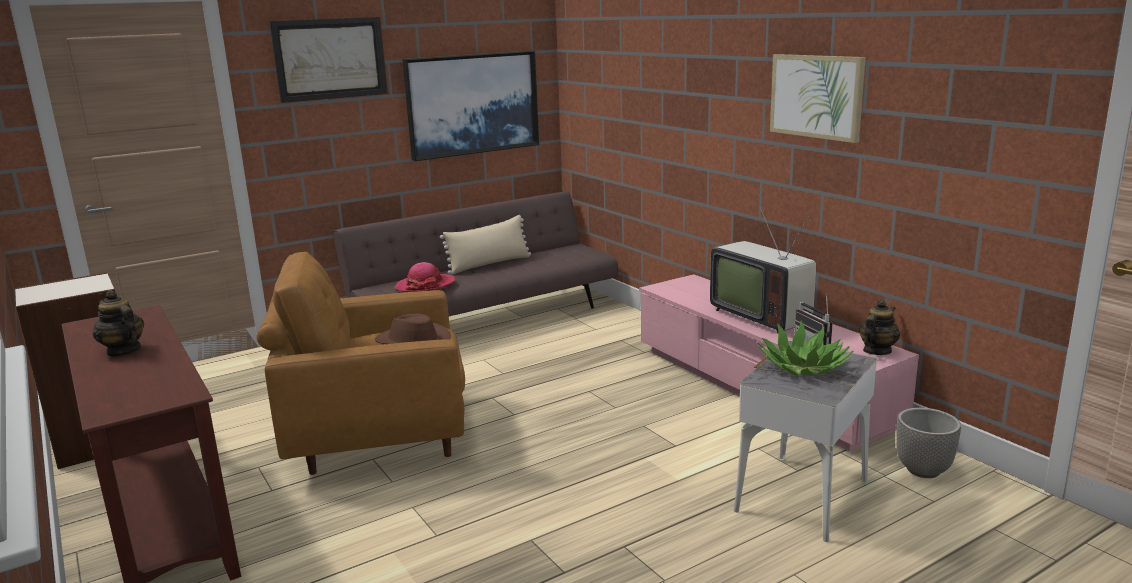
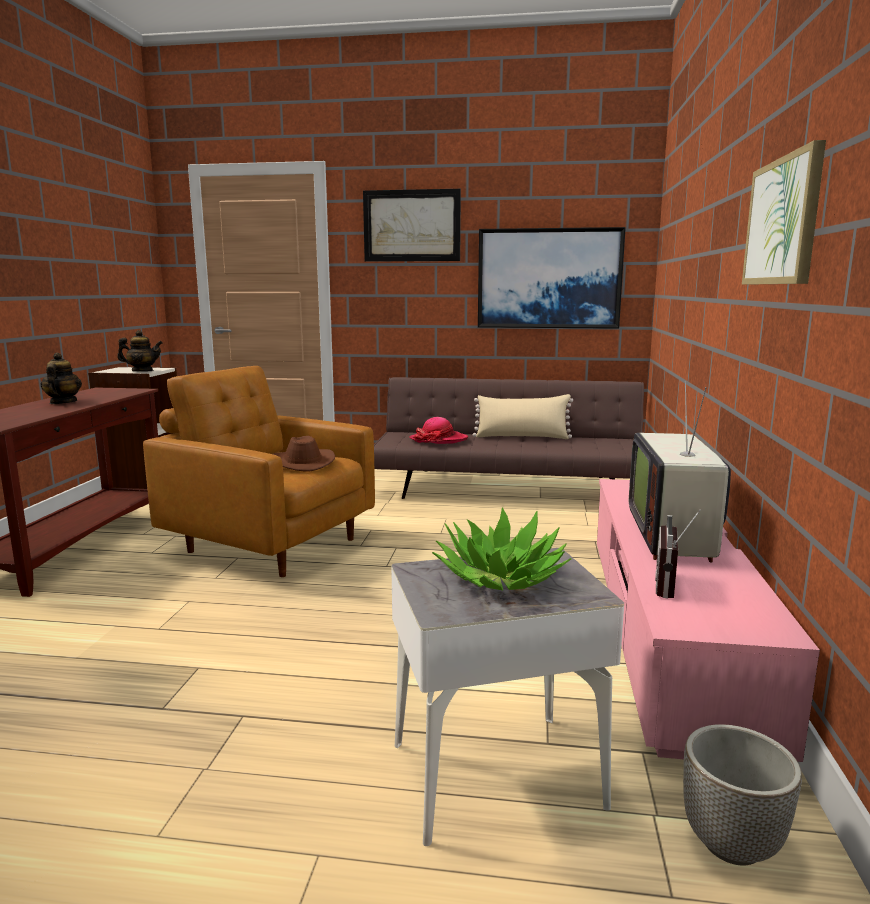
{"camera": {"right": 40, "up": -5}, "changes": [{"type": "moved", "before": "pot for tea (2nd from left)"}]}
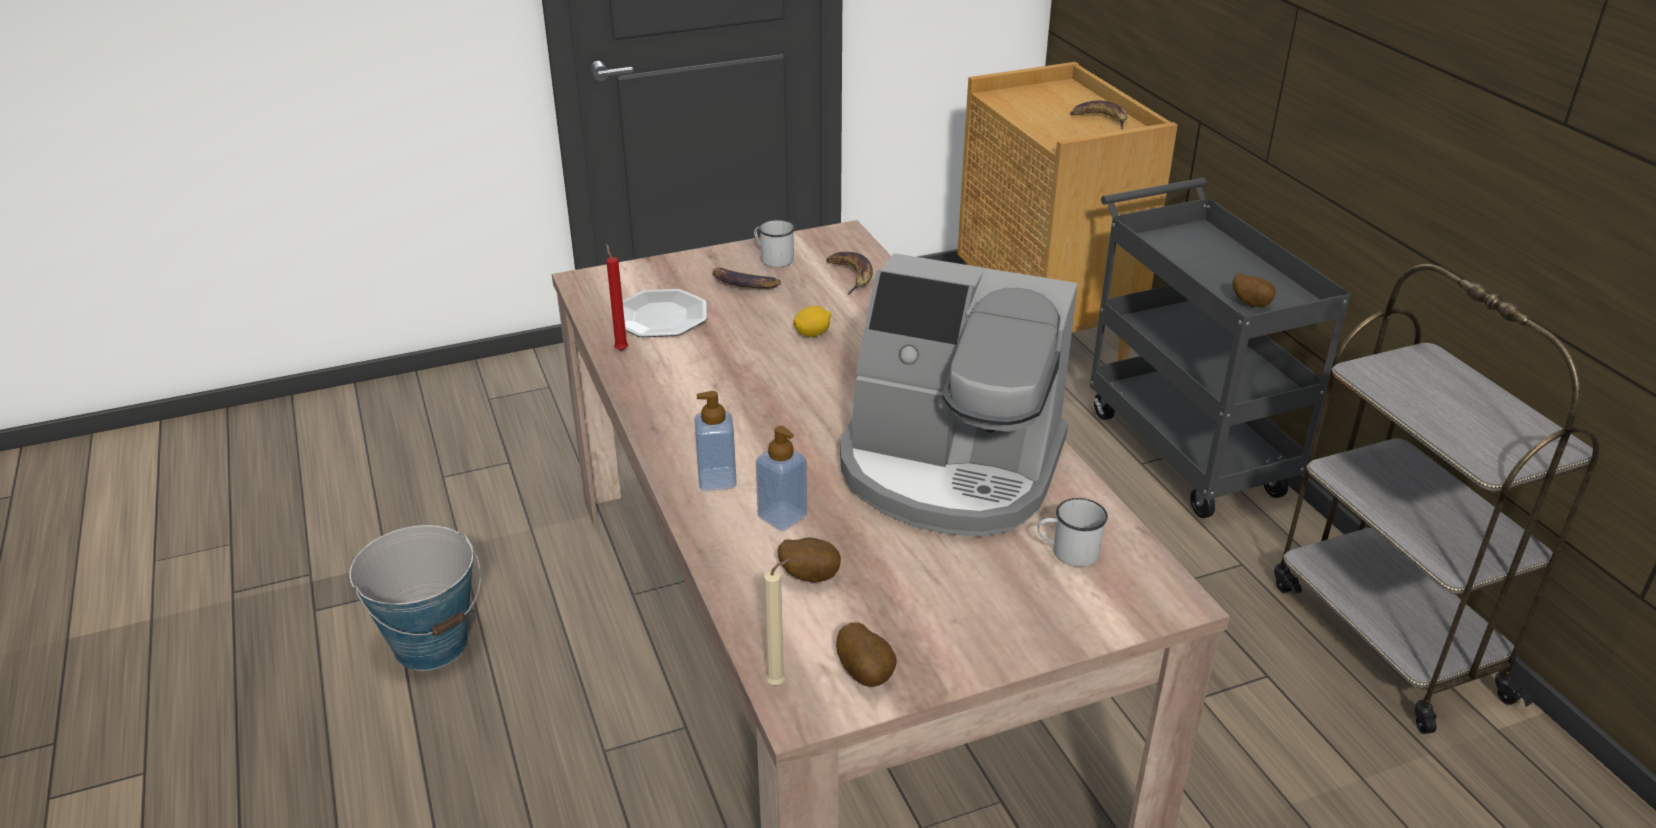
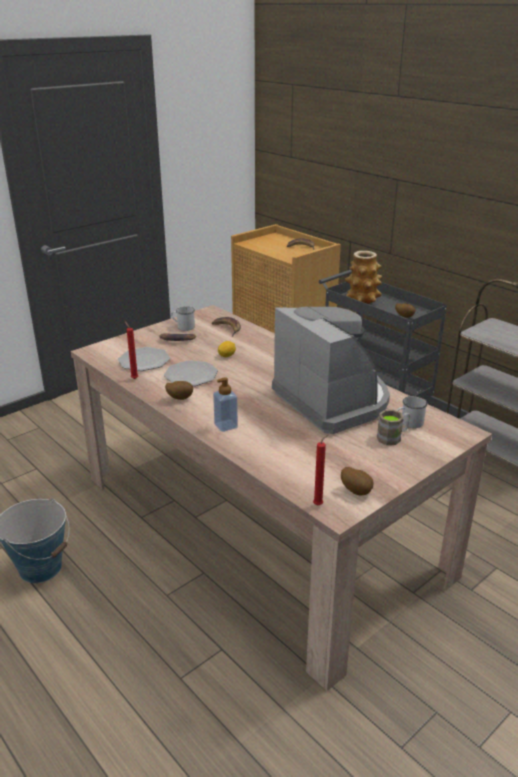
{"camera": {"right": -20, "up": -5}, "changes": [{"type": "turned", "before": "coffee maker", "turn": -120}, {"type": "removed", "before": "liquid soap bottle (2nd from left)"}, {"type": "moved", "before": "spud (1st from left)"}, {"type": "recoloured", "before": "wax candle/beige", "after": "wax candle/reddish (2nd from left)"}, {"type": "added", "after": "vase"}, {"type": "added", "after": "dinner plate (2nd from left)"}, {"type": "added", "after": "mug/brown"}]}
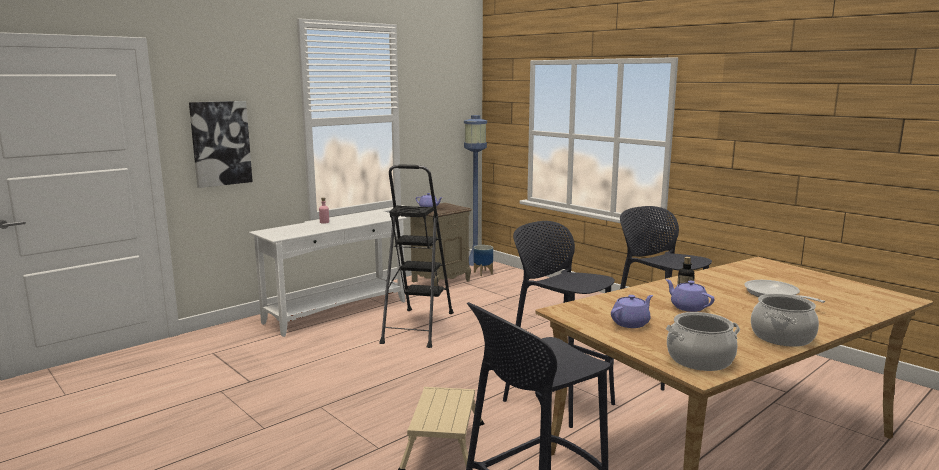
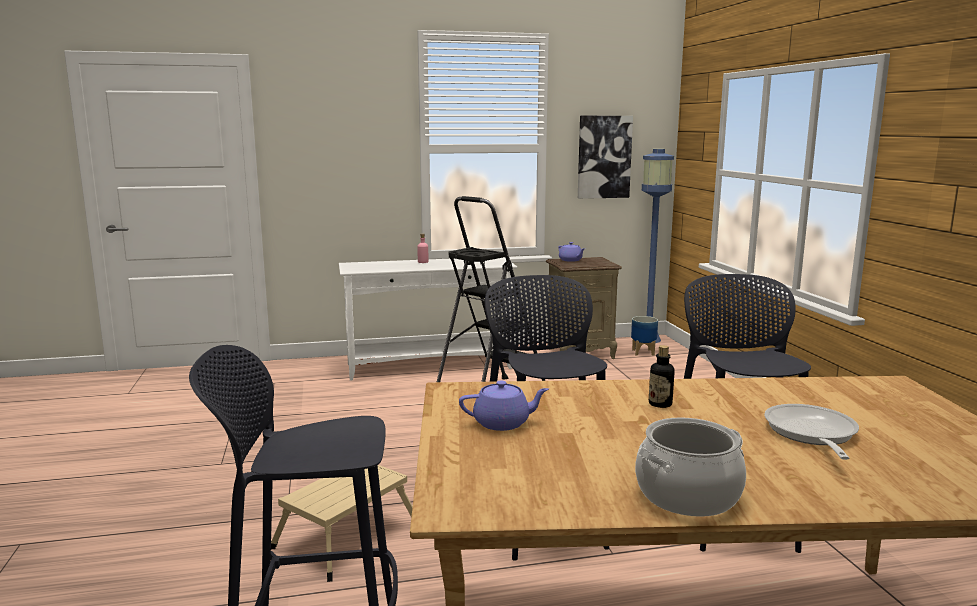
{"camera": {"right": 30, "up": 0}, "changes": [{"type": "moved", "before": "wall picture"}, {"type": "removed", "before": "pot for tea/purple-coloured (3rd from left)"}, {"type": "removed", "before": "stockpot (1st from left)"}]}
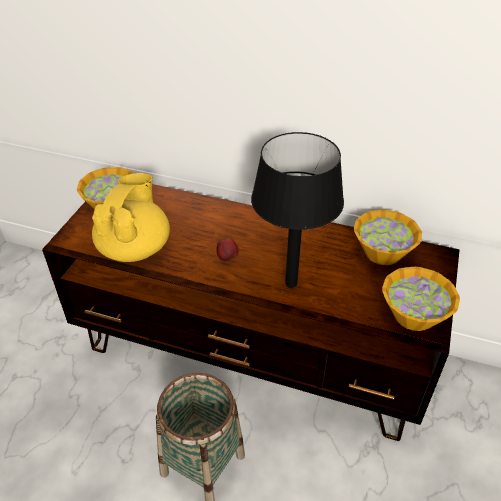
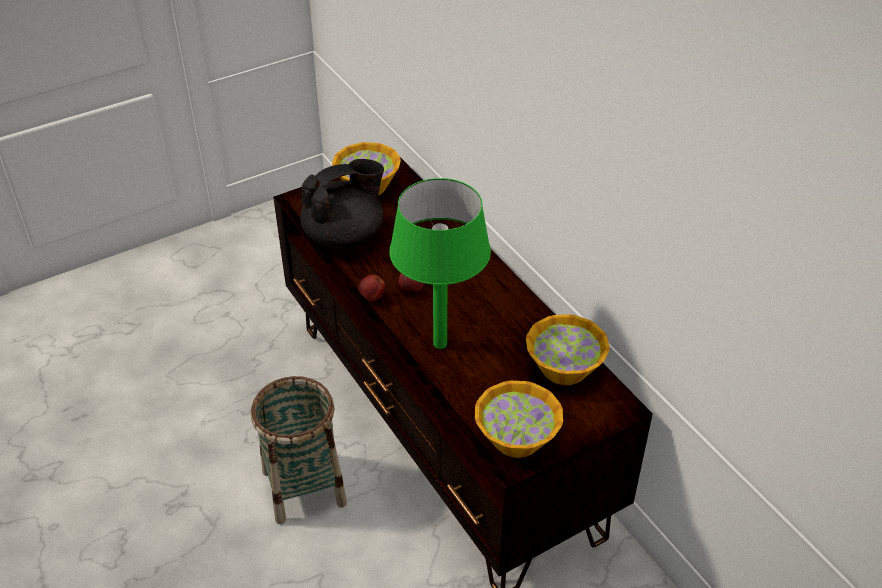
{"camera": {"right": 40, "up": 0}, "changes": [{"type": "recoloured", "before": "tabletop lamp/black", "after": "tabletop lamp/green"}, {"type": "recoloured", "before": "pot for tea/yellow-coloured", "after": "pot for tea/black"}, {"type": "added", "after": "apple (1st from left)"}]}
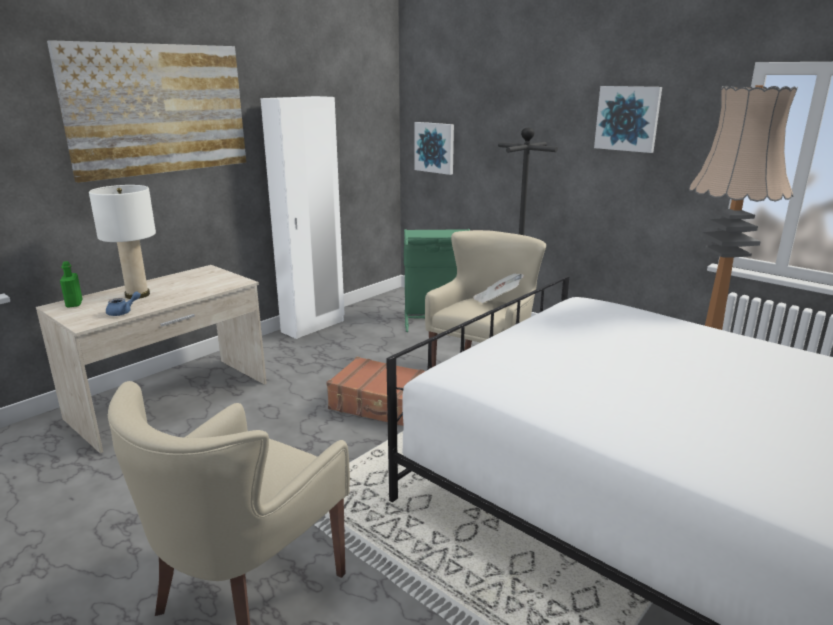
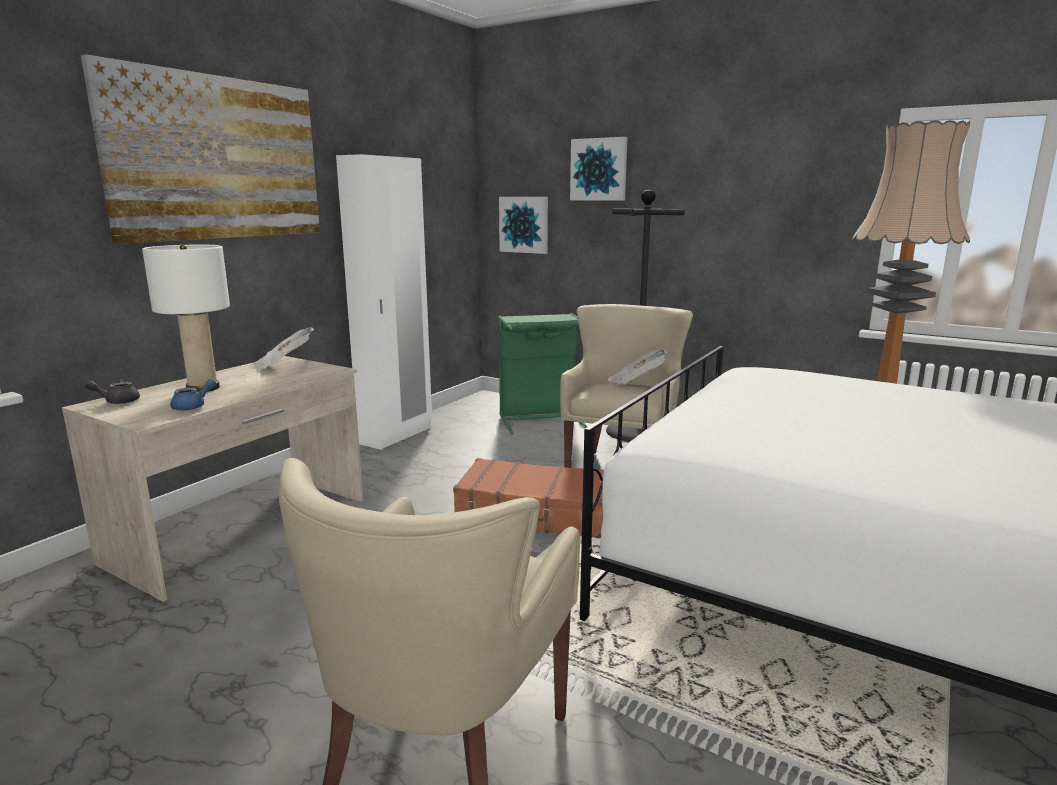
{"camera": {"right": -10, "up": -5}, "changes": [{"type": "moved", "before": "wall picture (3rd from left)"}, {"type": "replaced", "before": "beverage bottle/green", "after": "pot for tea/grey"}, {"type": "added", "after": "newspaper (1st from left)"}]}
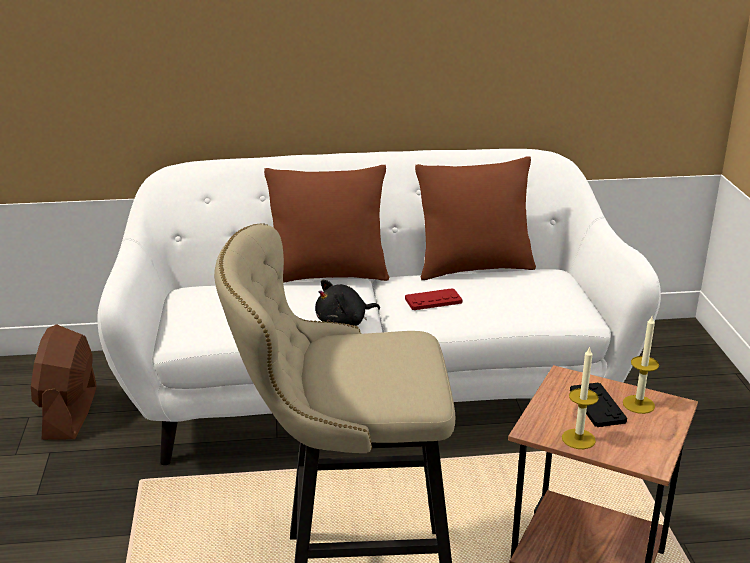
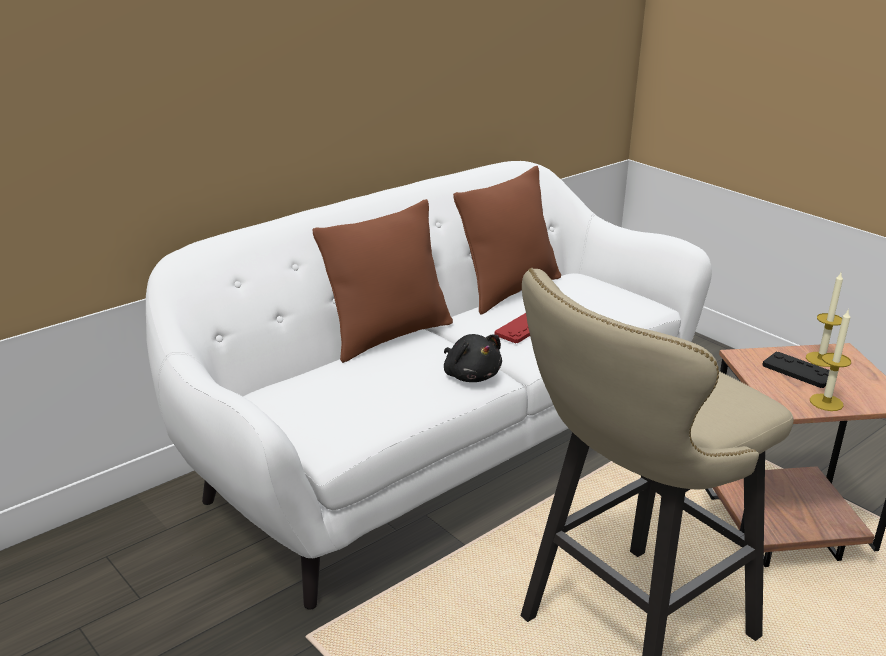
{"camera": {"right": -35, "up": 0}, "changes": [{"type": "turned", "before": "cuddly toy/black", "turn": -60}, {"type": "removed", "before": "cooling fan/brown"}]}
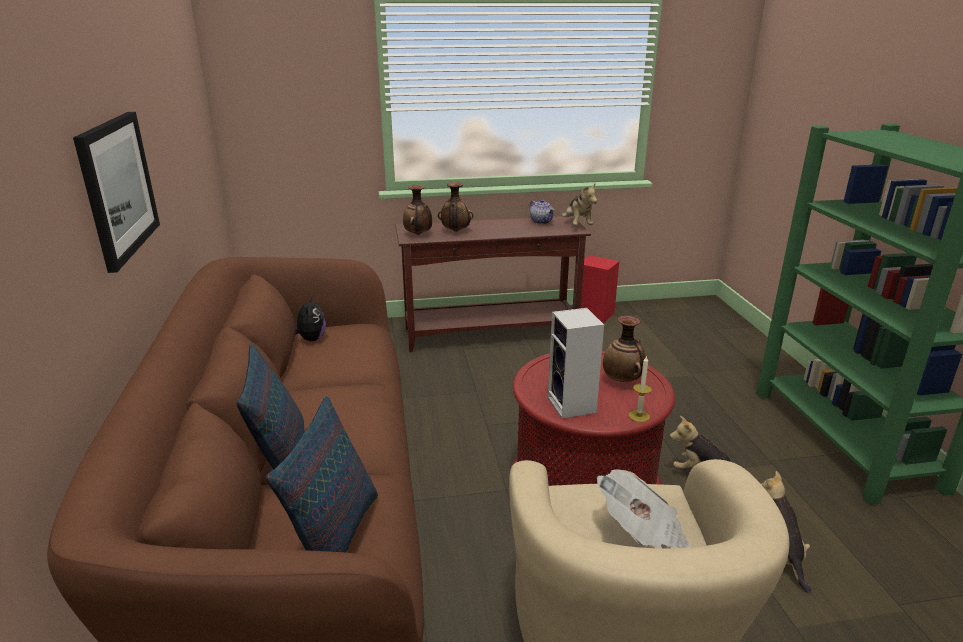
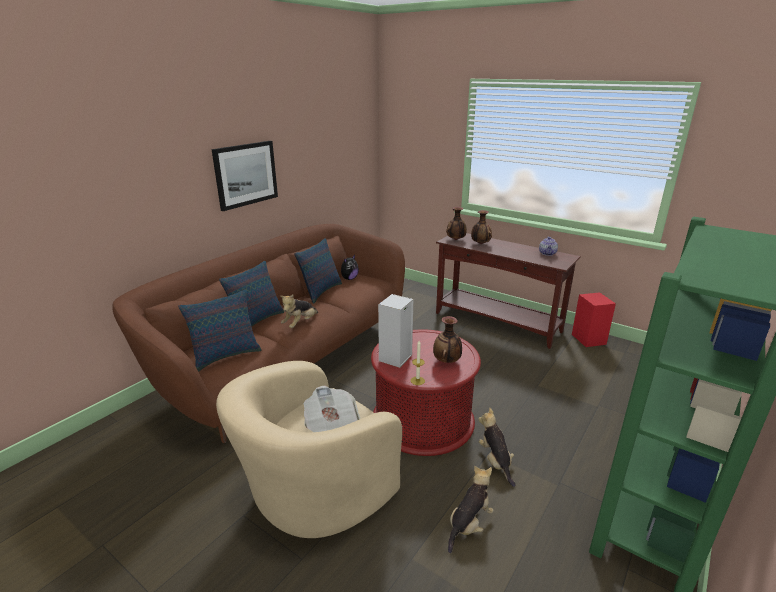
{"camera": {"right": 45, "up": 0}, "changes": [{"type": "moved", "before": "cuddly toy (2nd from left in the first image)", "after": "cuddly toy (1st from left)"}, {"type": "added", "after": "cushion/blue-coloured (3rd from left)"}]}
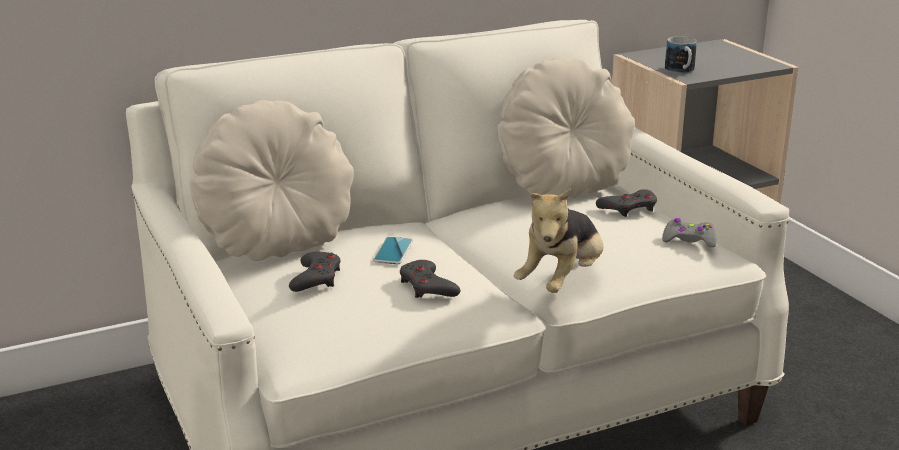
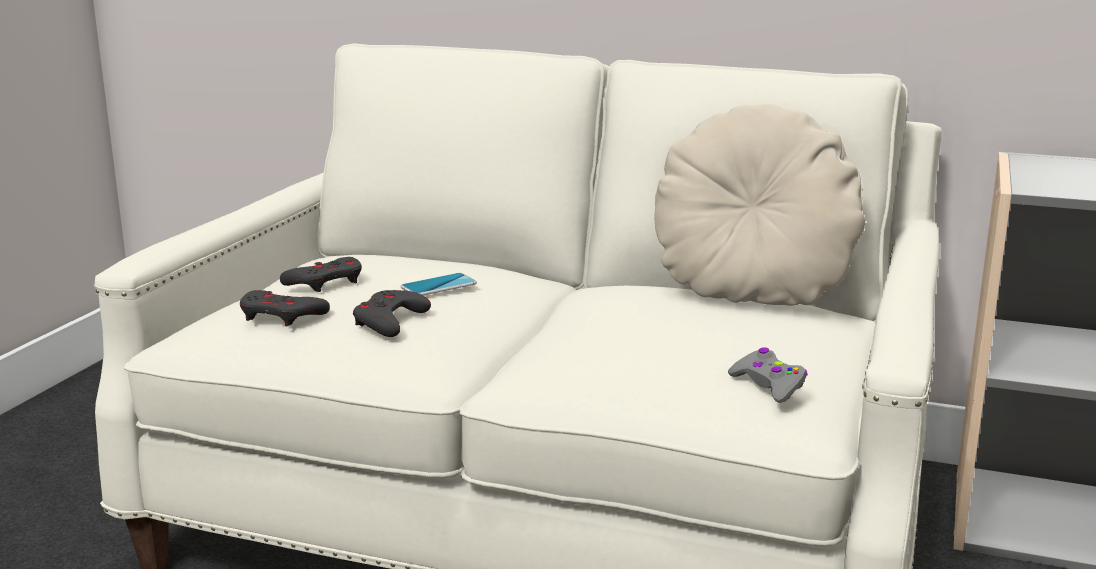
{"camera": {"right": 45, "up": -5}, "changes": [{"type": "removed", "before": "mug"}, {"type": "removed", "before": "cushion/beige (1st from left)"}, {"type": "removed", "before": "cuddly toy"}, {"type": "moved", "before": "joypad/grey (3rd from left in the first image)", "after": "joypad/grey (1st from left)"}]}
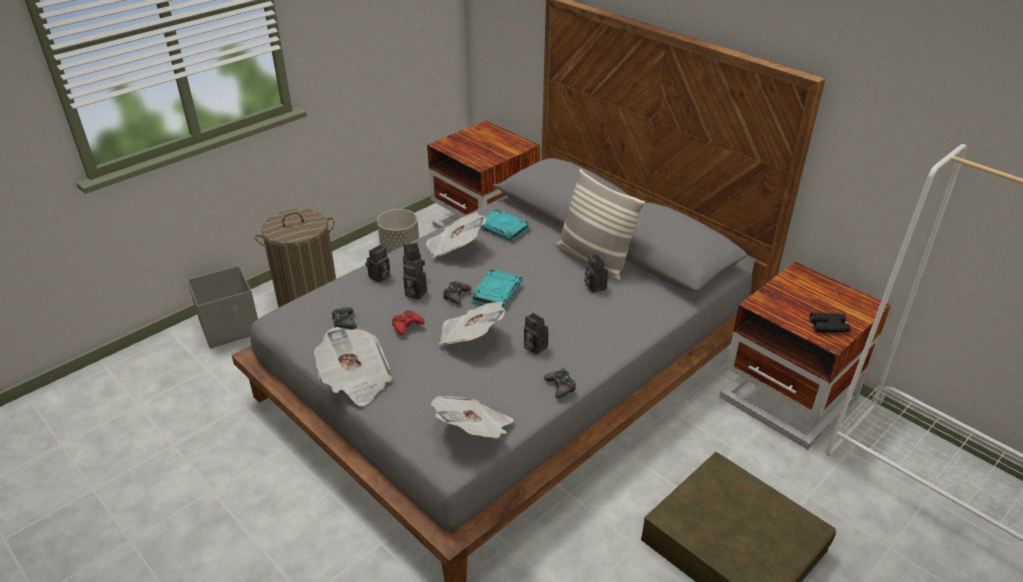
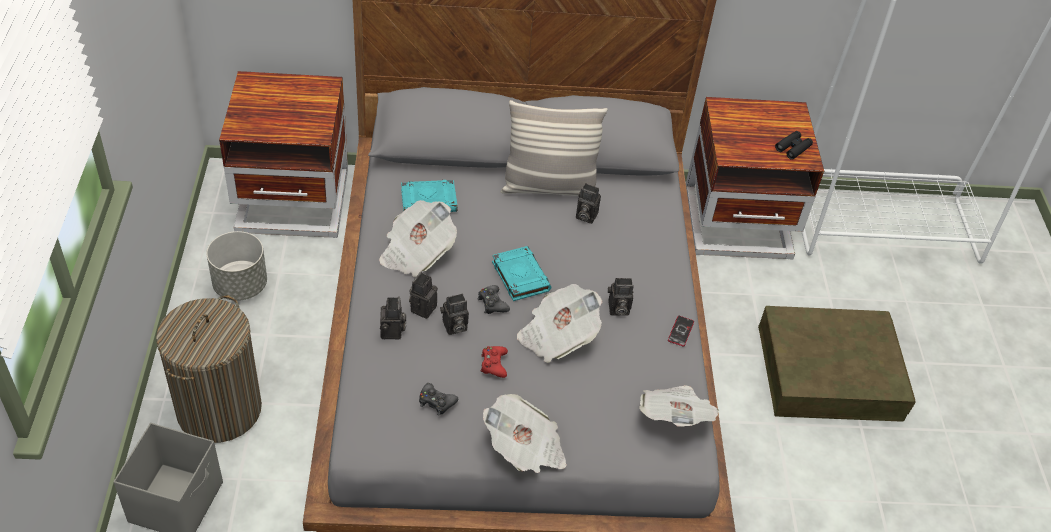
{"camera": {"right": -50, "up": 10}, "changes": [{"type": "replaced", "before": "joypad/black (3rd from left)", "after": "telephone"}]}
